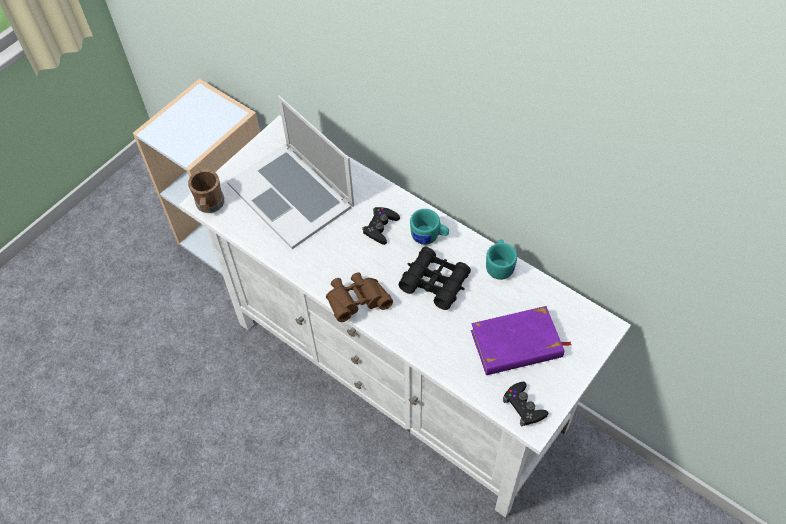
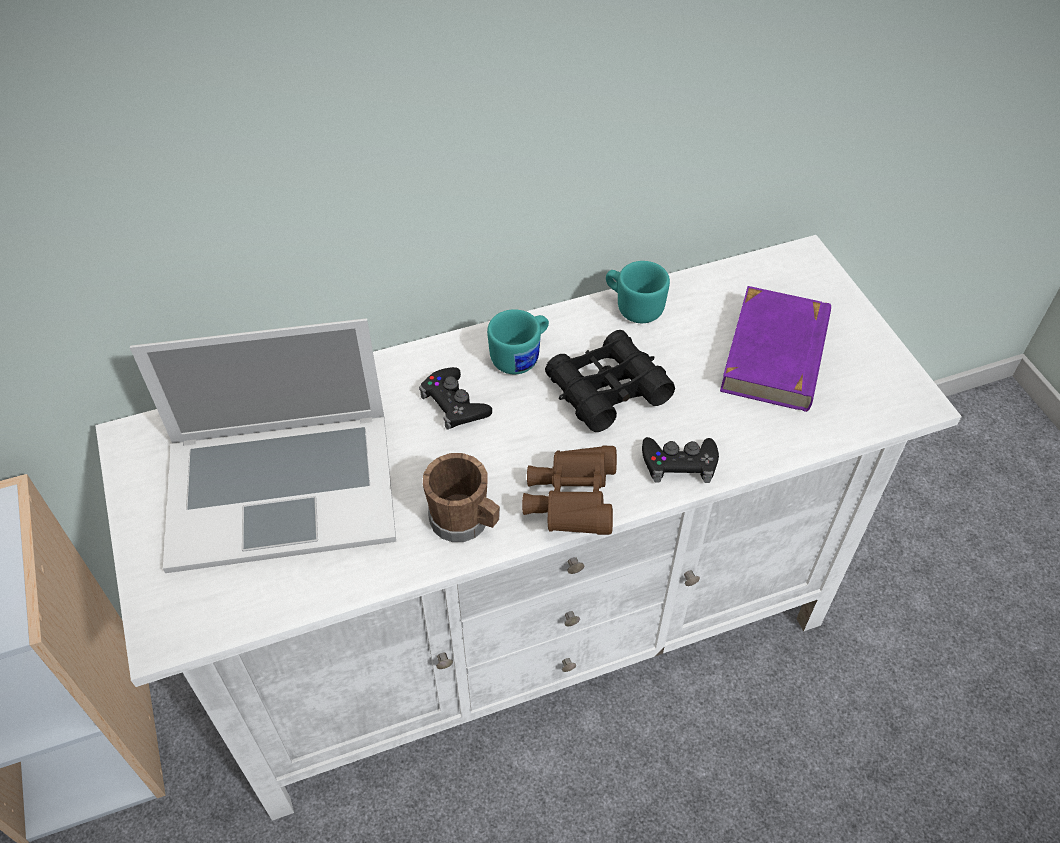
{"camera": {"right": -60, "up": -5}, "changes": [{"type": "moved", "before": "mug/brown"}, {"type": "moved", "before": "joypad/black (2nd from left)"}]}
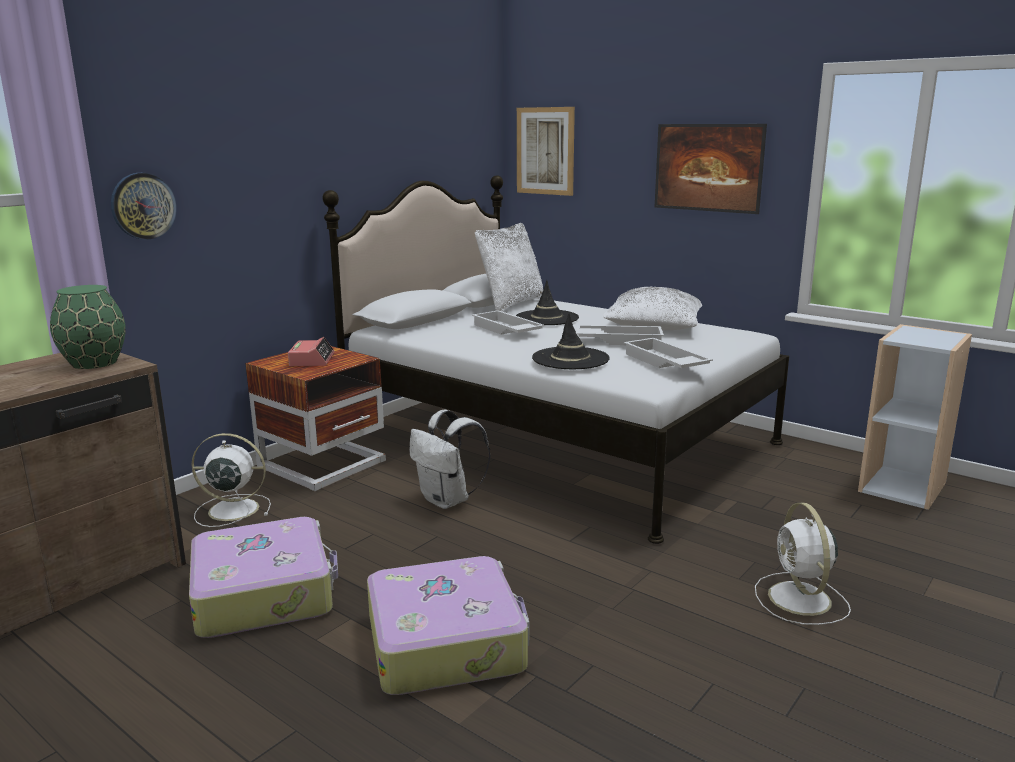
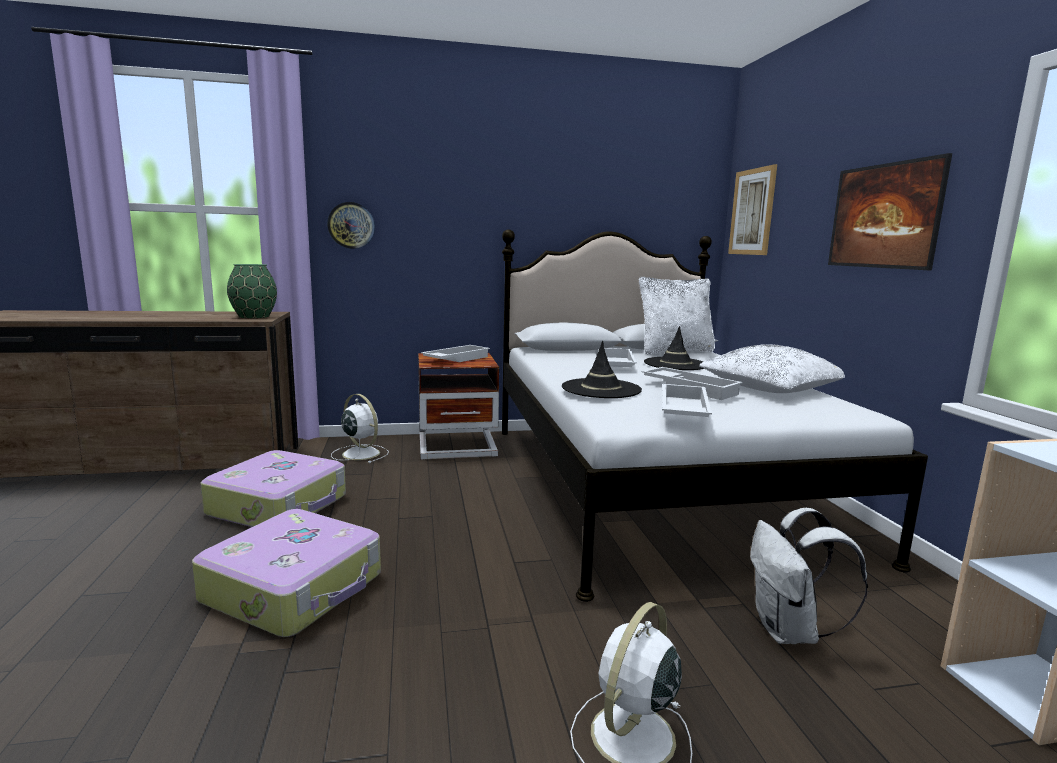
{"camera": {"right": 40, "up": -5}, "changes": [{"type": "replaced", "before": "alarm clock", "after": "carrying tray/white (1st from left)"}, {"type": "moved", "before": "rucksack/white"}]}
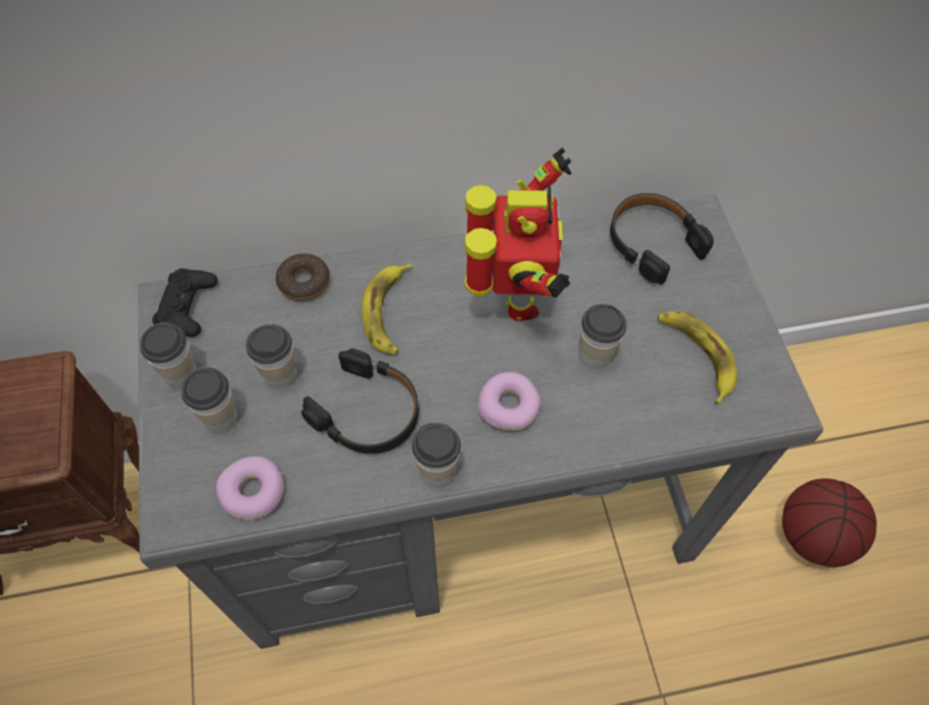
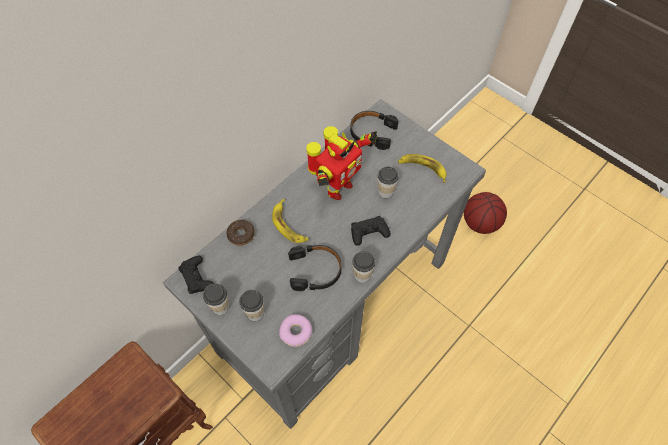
{"camera": {"right": -35, "up": 0}, "changes": [{"type": "turned", "before": "toy robot", "turn": 75}, {"type": "removed", "before": "cup (3rd from left)"}, {"type": "replaced", "before": "doughnut (3rd from left)", "after": "joypad/black (2nd from left)"}]}
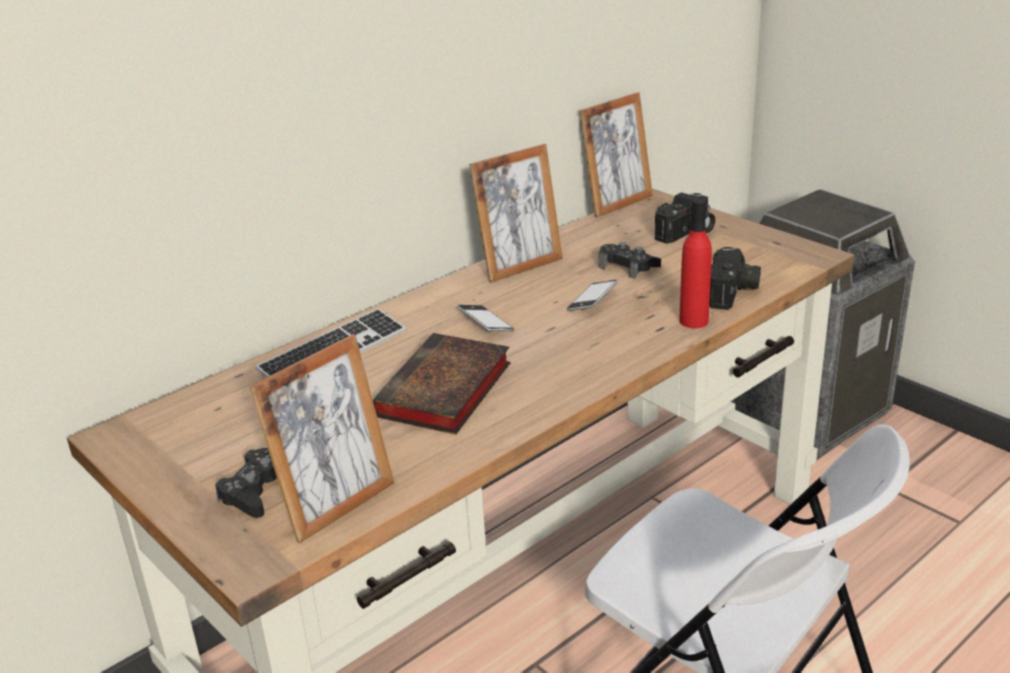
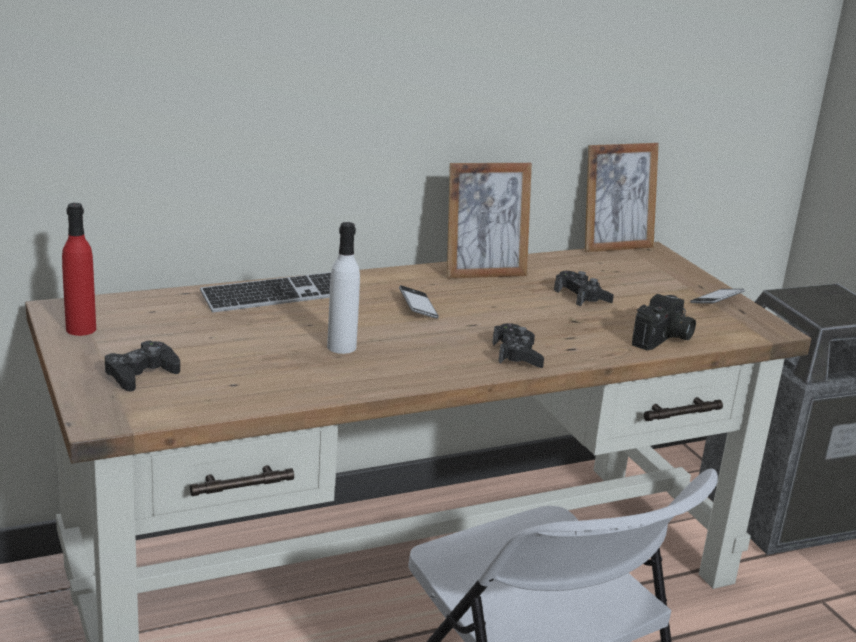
{"camera": {"right": 15, "up": -5}, "changes": [{"type": "removed", "before": "still camera (1st from left)"}, {"type": "moved", "before": "beverage bottle/reddish"}, {"type": "moved", "before": "telephone (2nd from left)"}, {"type": "replaced", "before": "bound book", "after": "beverage bottle/white"}, {"type": "removed", "before": "picture frame (1st from left)"}, {"type": "added", "after": "joypad/black (2nd from left)"}]}
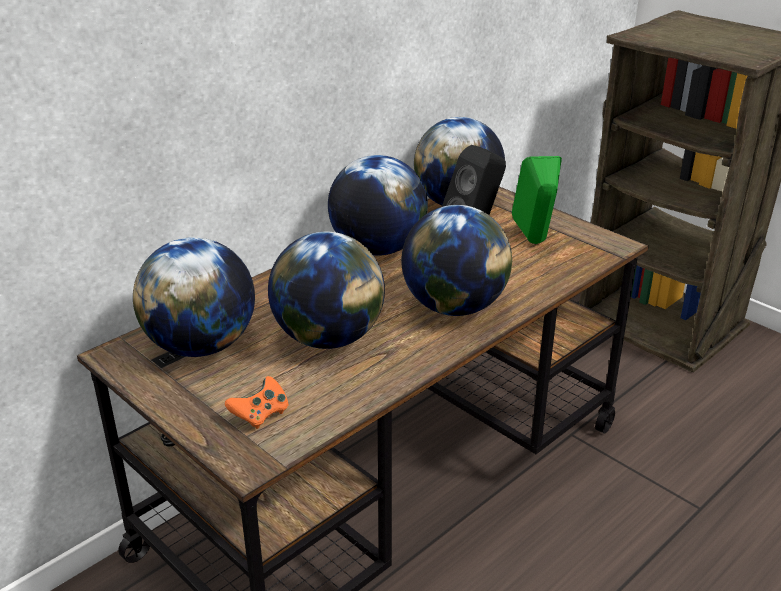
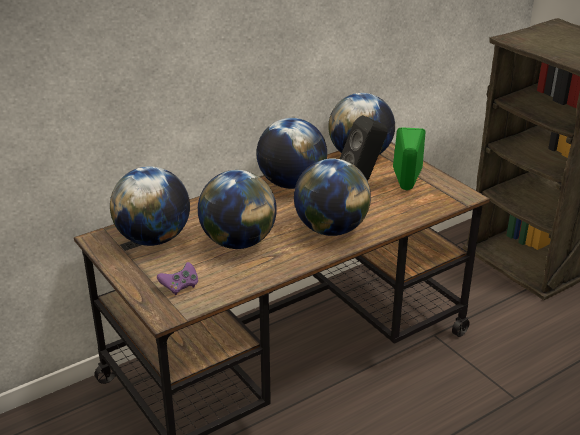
{"camera": {"right": 10, "up": 0}, "changes": [{"type": "recoloured", "before": "joypad/orangey", "after": "joypad/purple-coloured"}]}
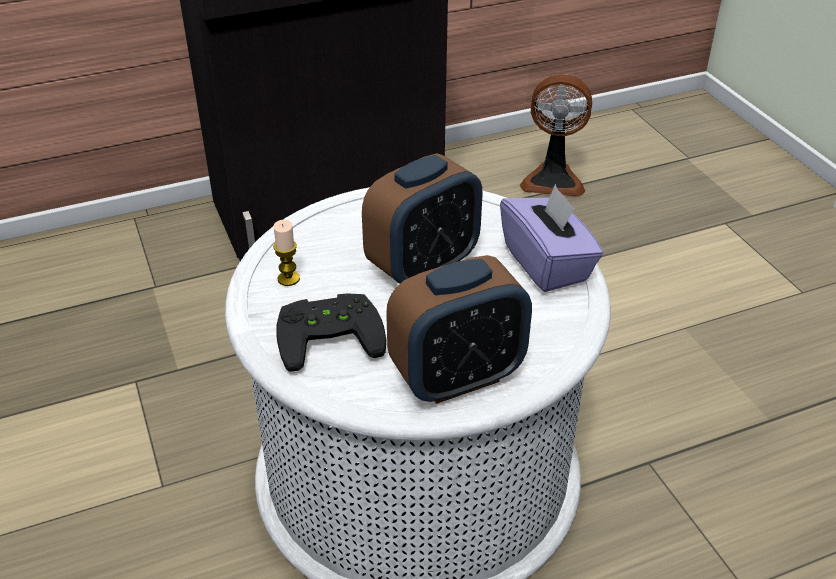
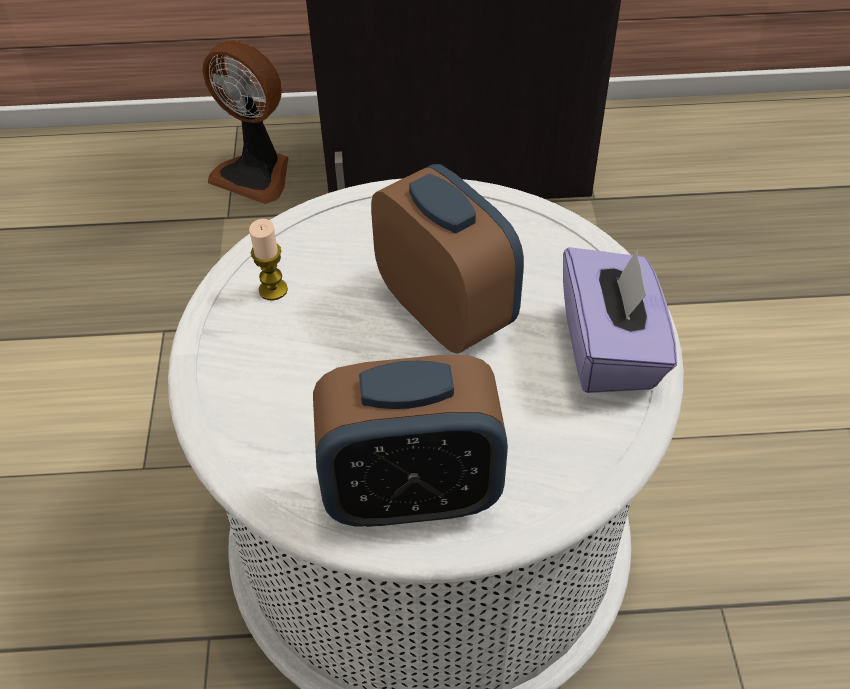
{"camera": {"right": 20, "up": 10}, "changes": [{"type": "moved", "before": "cooling fan"}, {"type": "turned", "before": "alarm clock (1st from left in the first image)", "turn": -105}, {"type": "removed", "before": "joypad/black"}]}
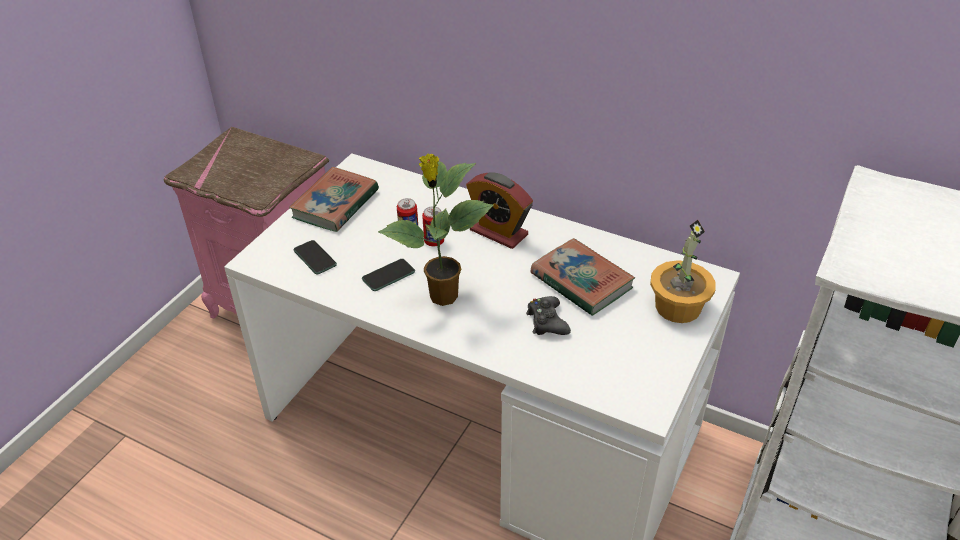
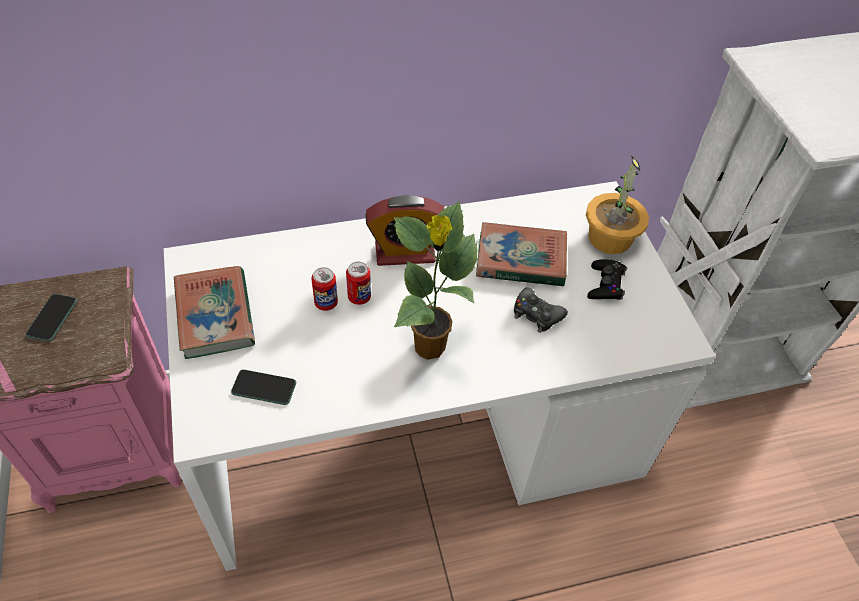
{"camera": {"right": -45, "up": 10}, "changes": [{"type": "moved", "before": "telephone (2nd from left in the first image)", "after": "telephone (1st from left)"}, {"type": "added", "after": "joypad/black (2nd from left)"}]}
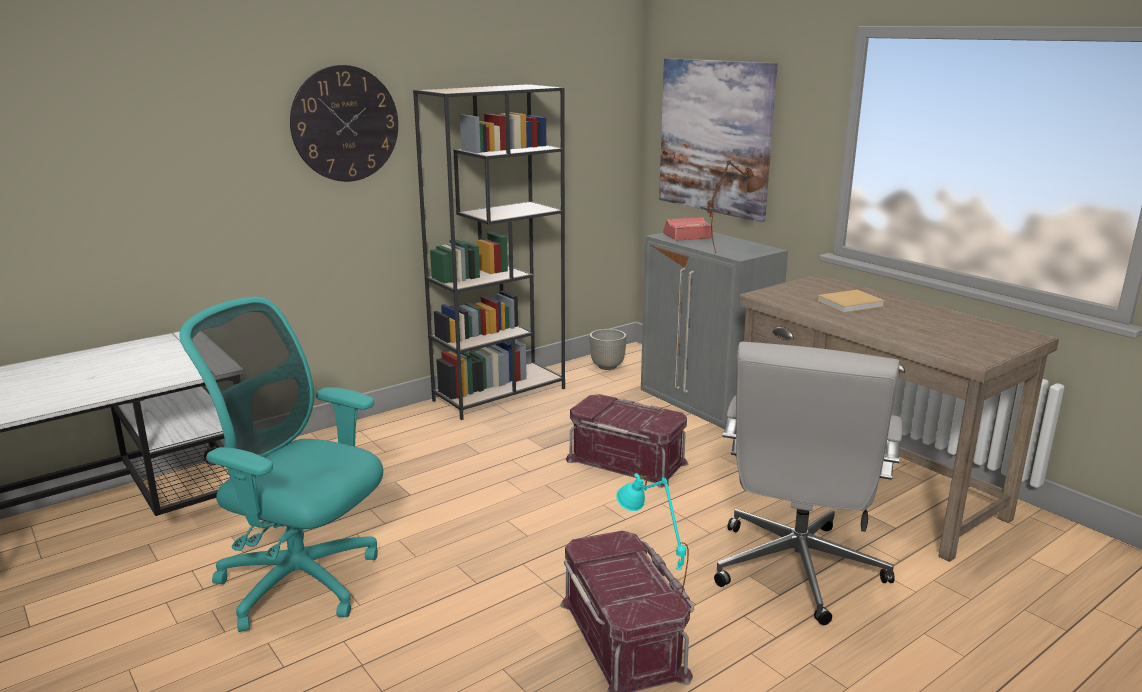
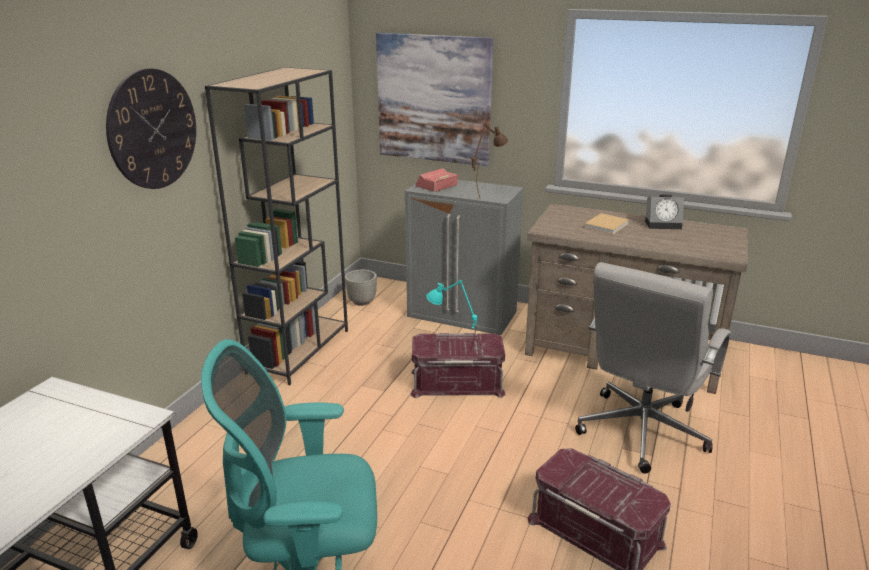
{"camera": {"right": -30, "up": 5}, "changes": [{"type": "turned", "before": "desk chair/grey", "turn": 45}, {"type": "moved", "before": "tabletop lamp/blue-green"}, {"type": "added", "after": "alarm clock (2nd from left)"}]}
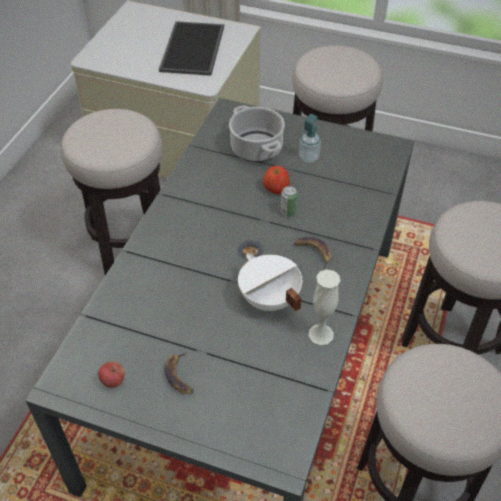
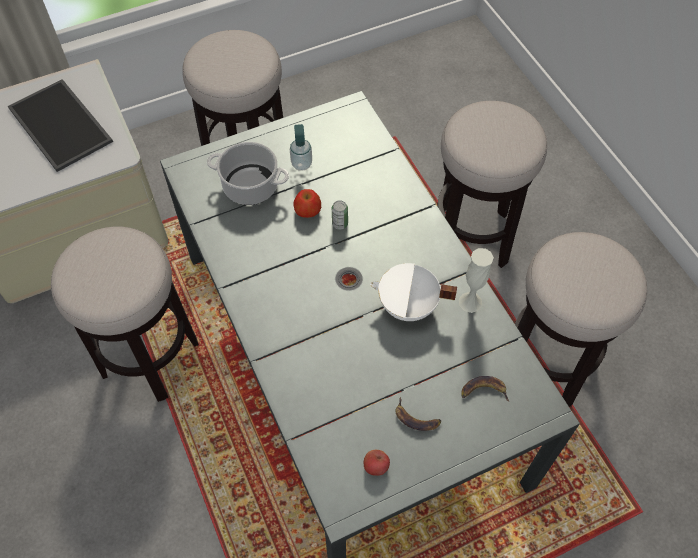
{"camera": {"right": -45, "up": 10}, "changes": [{"type": "moved", "before": "whole banana (2nd from left)"}]}
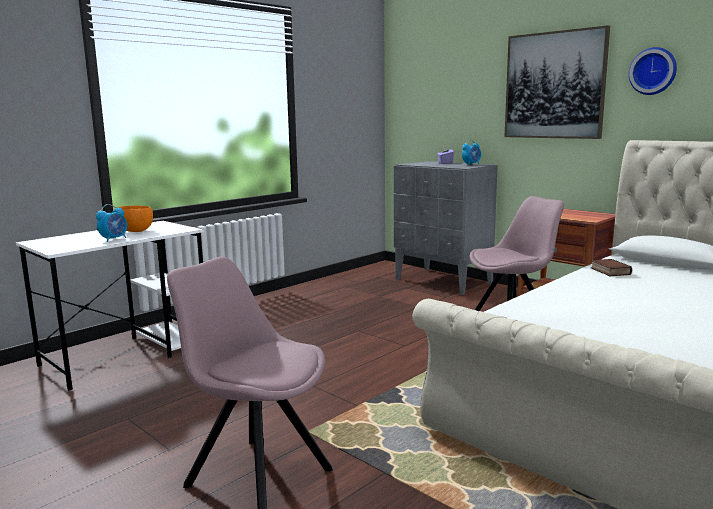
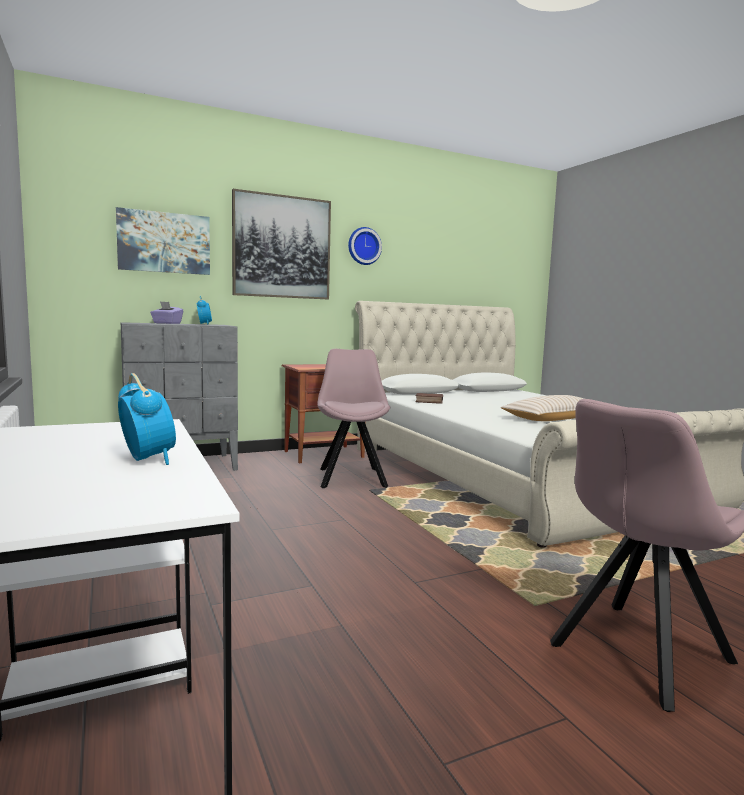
{"camera": {"right": -70, "up": -5}, "changes": [{"type": "removed", "before": "serving bowl/orangey"}, {"type": "added", "after": "wall picture (1st from left)"}, {"type": "added", "after": "cushion/beige"}]}
